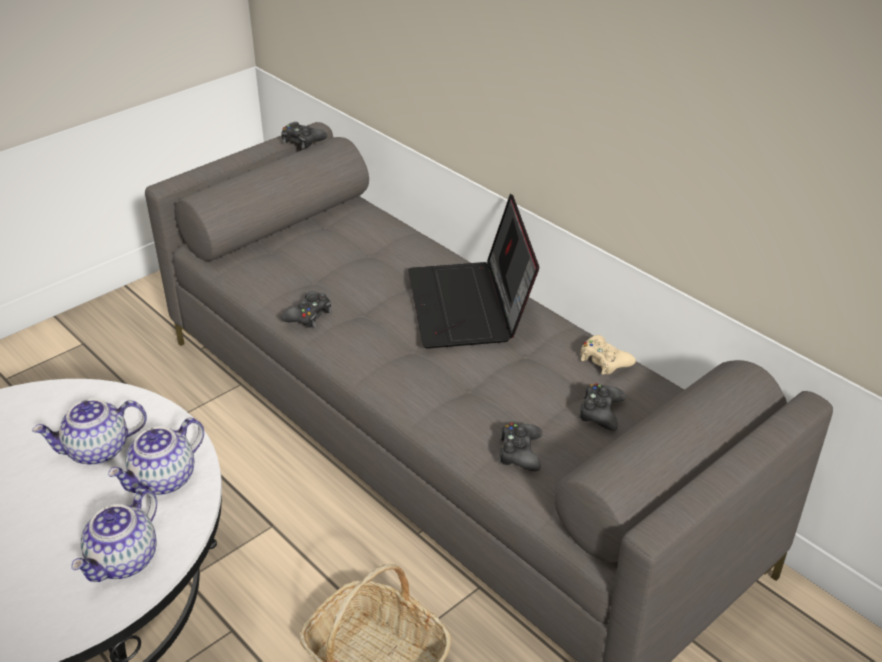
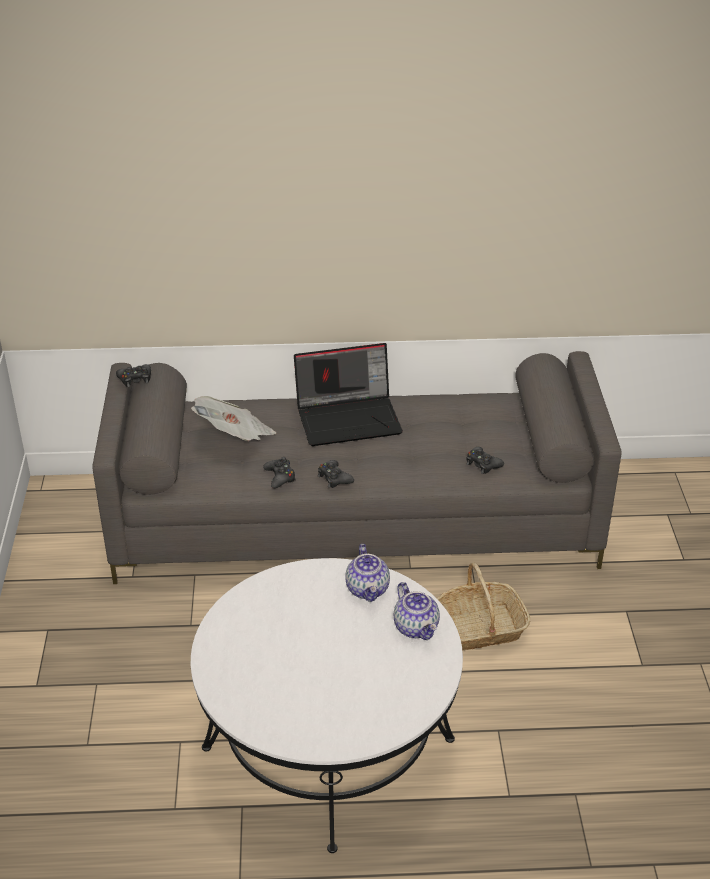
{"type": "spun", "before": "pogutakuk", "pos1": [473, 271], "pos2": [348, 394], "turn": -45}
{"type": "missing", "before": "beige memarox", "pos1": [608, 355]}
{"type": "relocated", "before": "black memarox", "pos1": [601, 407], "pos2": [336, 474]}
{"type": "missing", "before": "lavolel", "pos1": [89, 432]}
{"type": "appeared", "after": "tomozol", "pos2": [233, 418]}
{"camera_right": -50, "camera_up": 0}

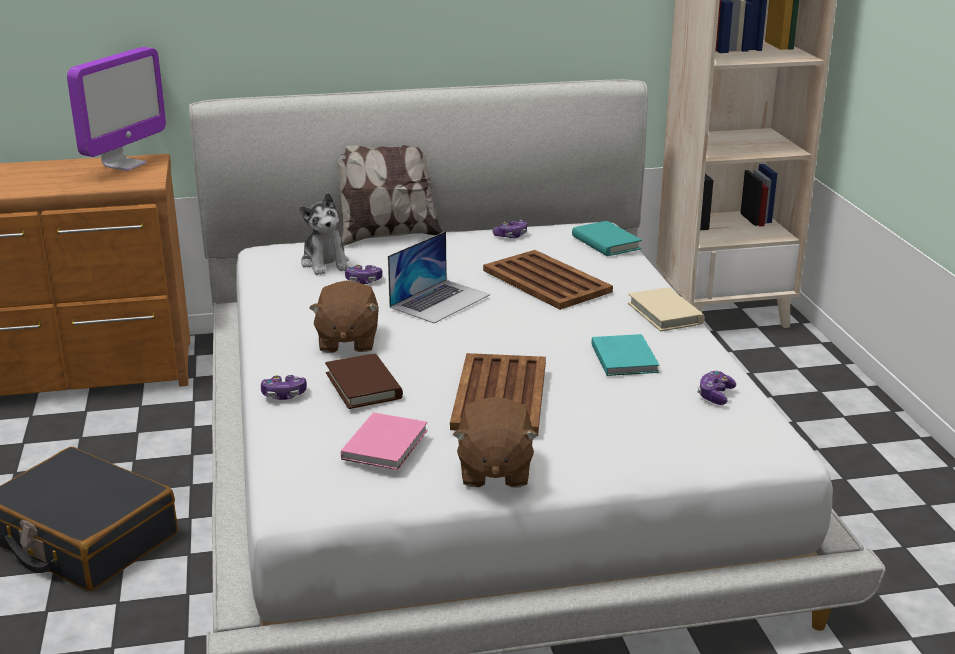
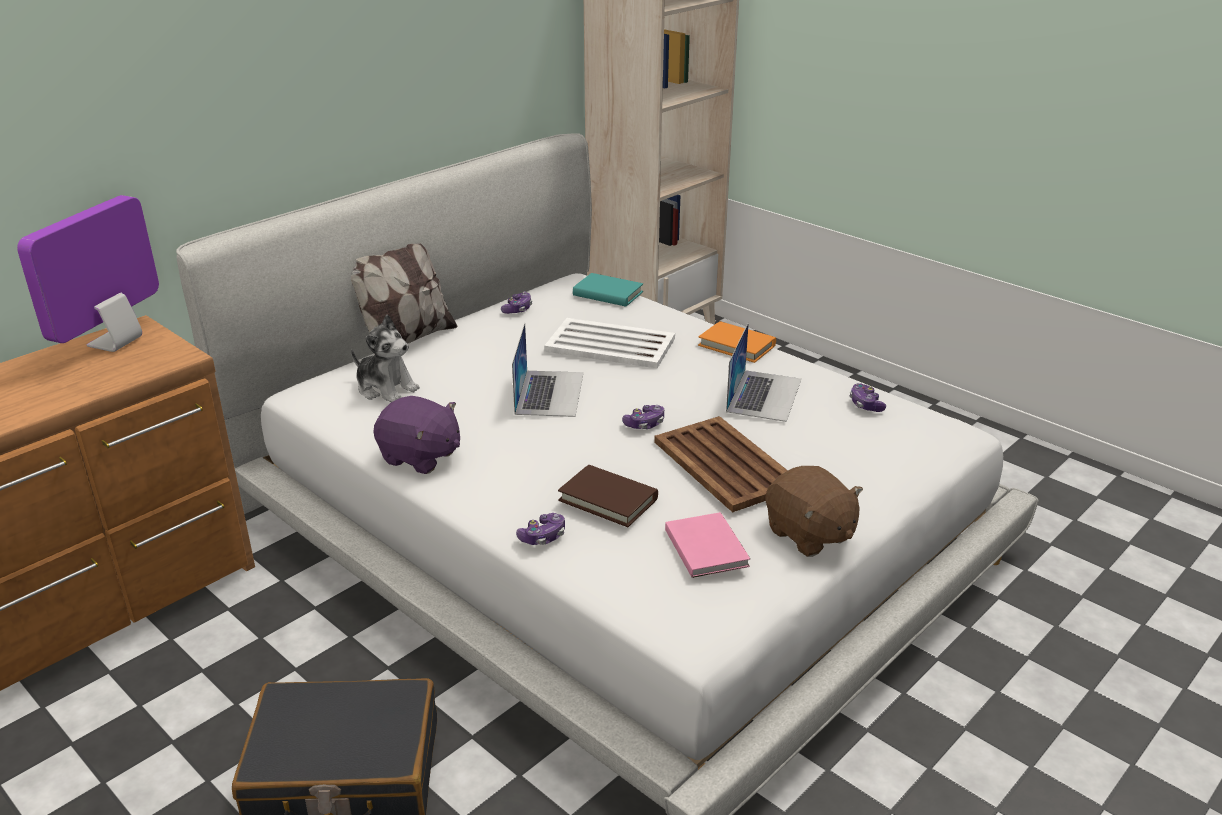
{"type": "spun", "before": "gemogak", "pos1": [116, 109], "pos2": [88, 273], "turn": -150}
{"type": "colour", "before": "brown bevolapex", "after": "white bevolapex", "pos1": [548, 280], "pos2": [609, 343]}
{"type": "relocated", "before": "memarox", "pos1": [364, 274], "pos2": [643, 417]}
{"type": "missing", "before": "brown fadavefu", "pos1": [344, 316]}
{"type": "colour", "before": "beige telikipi", "after": "orange telikipi", "pos1": [666, 309], "pos2": [737, 342]}
{"type": "exchanged", "before": "turquoise telikipi", "after": "pogutakuk", "pos1": [625, 355], "pos2": [763, 372]}
{"type": "appeared", "after": "purple fadavefu", "pos2": [416, 435]}
{"camera_right": -35, "camera_up": 5}

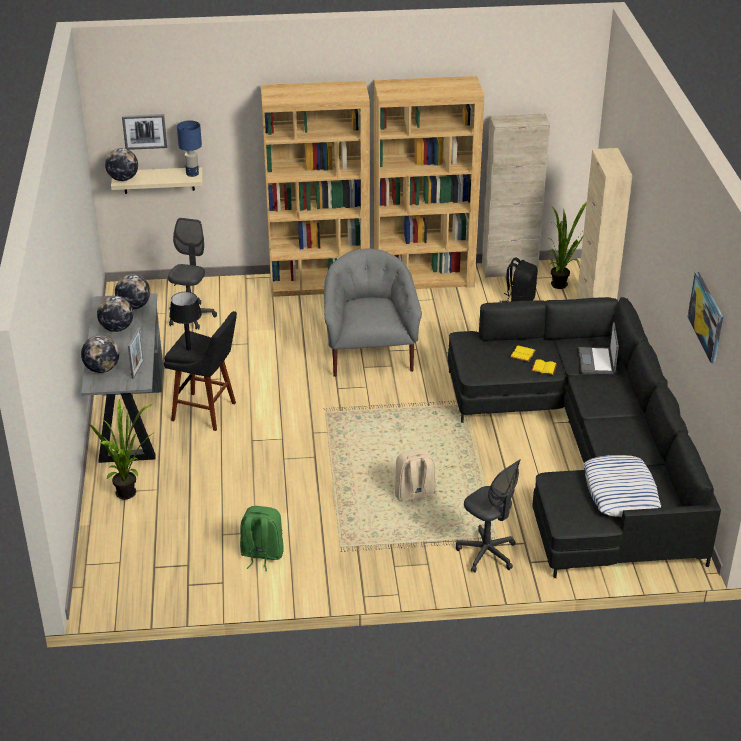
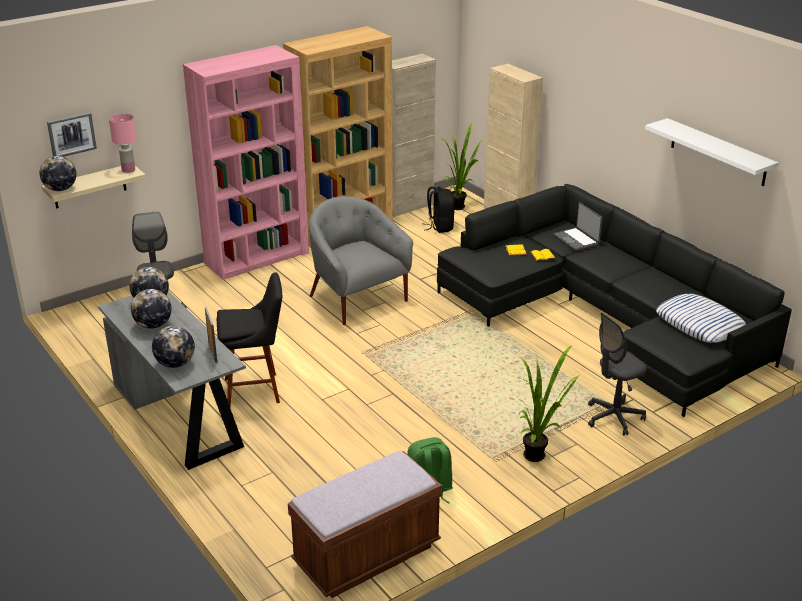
{"type": "colour", "before": "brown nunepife", "after": "pink nunepife", "pos1": [315, 189], "pos2": [246, 162]}
{"type": "colour", "before": "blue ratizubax", "after": "pink ratizubax", "pos1": [189, 148], "pos2": [123, 143]}
{"type": "exchanged", "before": "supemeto", "after": "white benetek", "pos1": [705, 317], "pos2": [711, 152]}
{"type": "missing", "before": "black ratizubax", "pos1": [185, 321]}
{"type": "relocated", "before": "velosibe", "pos1": [120, 449], "pos2": [549, 403]}
{"type": "missing", "before": "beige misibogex", "pos1": [415, 480]}
{"type": "spun", "before": "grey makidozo", "pos1": [488, 516], "pos2": [617, 374], "turn": 135}
{"type": "appeared", "after": "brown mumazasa", "pos2": [365, 524]}
{"camera_right": -30, "camera_up": -5}

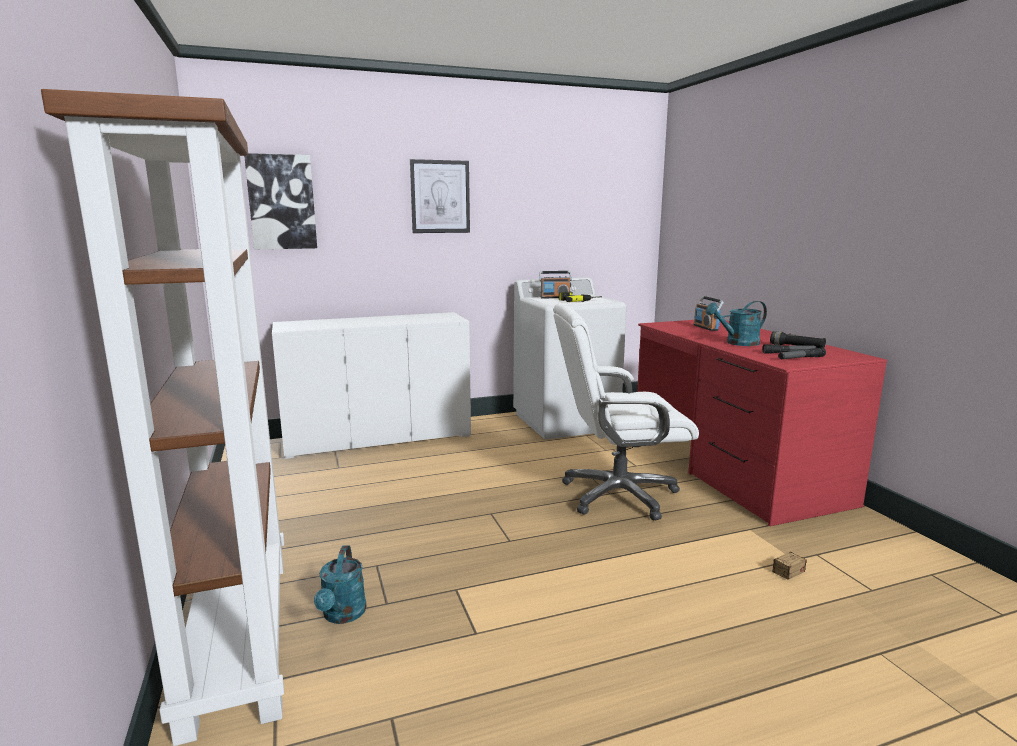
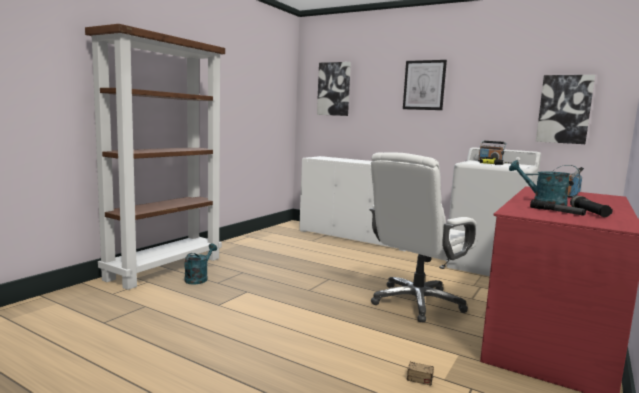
{"type": "spun", "before": "white makidozo", "pos1": [626, 412], "pos2": [423, 237], "turn": -90}
{"type": "missing", "before": "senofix", "pos1": [802, 353]}
{"type": "spun", "before": "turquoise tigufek", "pos1": [340, 585], "pos2": [200, 263], "turn": 150}
{"type": "appeared", "after": "supemeto", "pos2": [565, 109]}
{"camera_right": 50, "camera_up": -5}

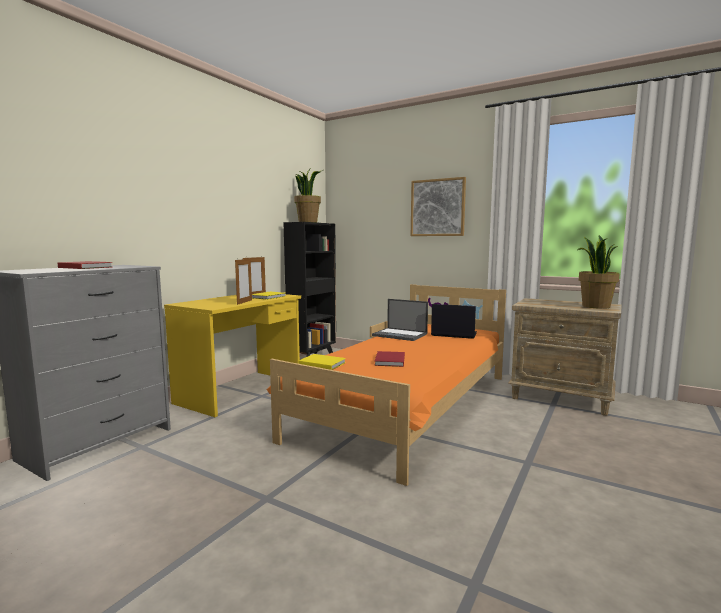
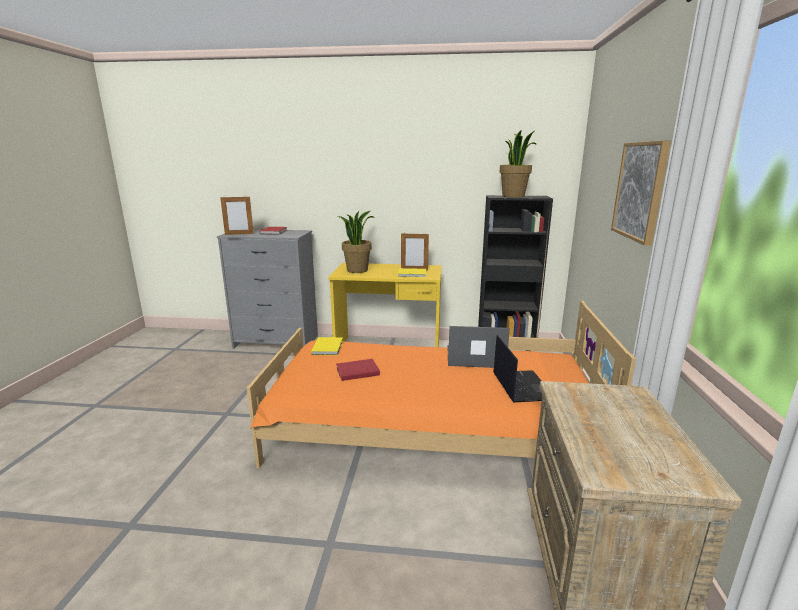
{"type": "relocated", "before": "velosibe", "pos1": [598, 272], "pos2": [356, 242]}
{"type": "relocated", "before": "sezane", "pos1": [243, 281], "pos2": [237, 215]}
{"type": "spun", "before": "pogutakuk", "pos1": [400, 320], "pos2": [479, 347], "turn": 90}
{"camera_right": 65, "camera_up": 10}

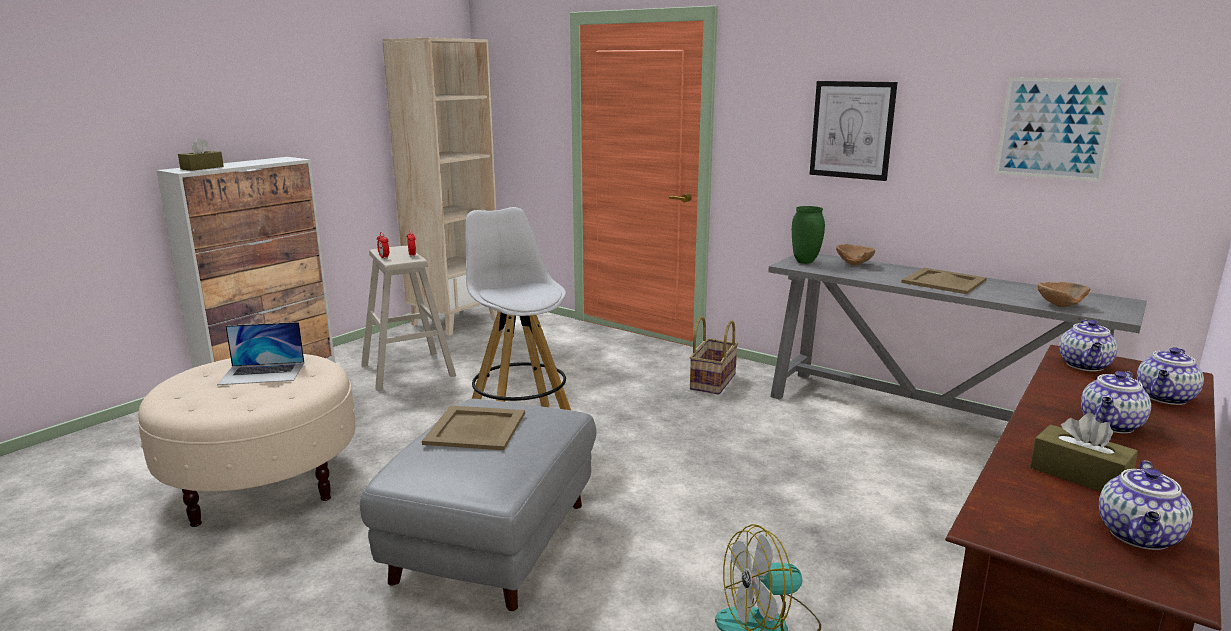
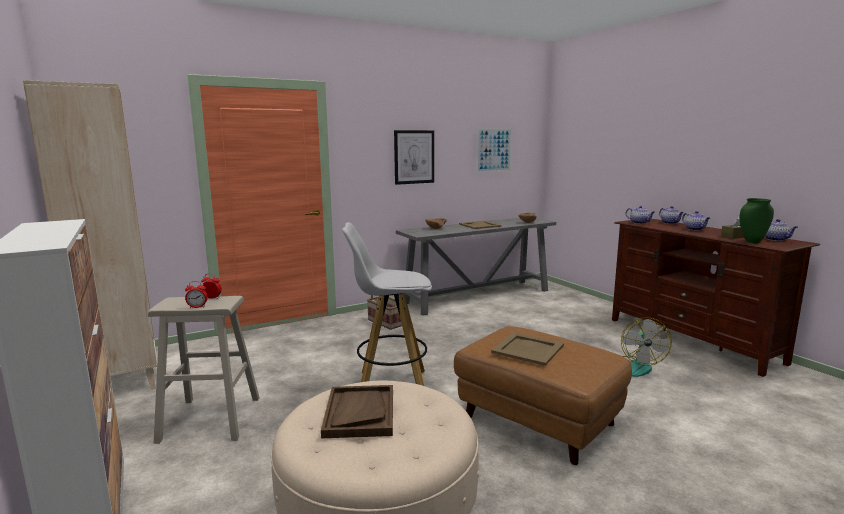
{"type": "missing", "before": "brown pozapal", "pos1": [201, 154]}
{"type": "relocated", "before": "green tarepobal", "pos1": [808, 235], "pos2": [757, 220]}
{"type": "exchanged", "before": "pogutakuk", "after": "brown bevolapex", "pos1": [260, 353], "pos2": [357, 411]}
{"type": "colour", "before": "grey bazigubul", "after": "brown bazigubul", "pos1": [478, 505], "pos2": [543, 395]}
{"camera_right": -65, "camera_up": -5}

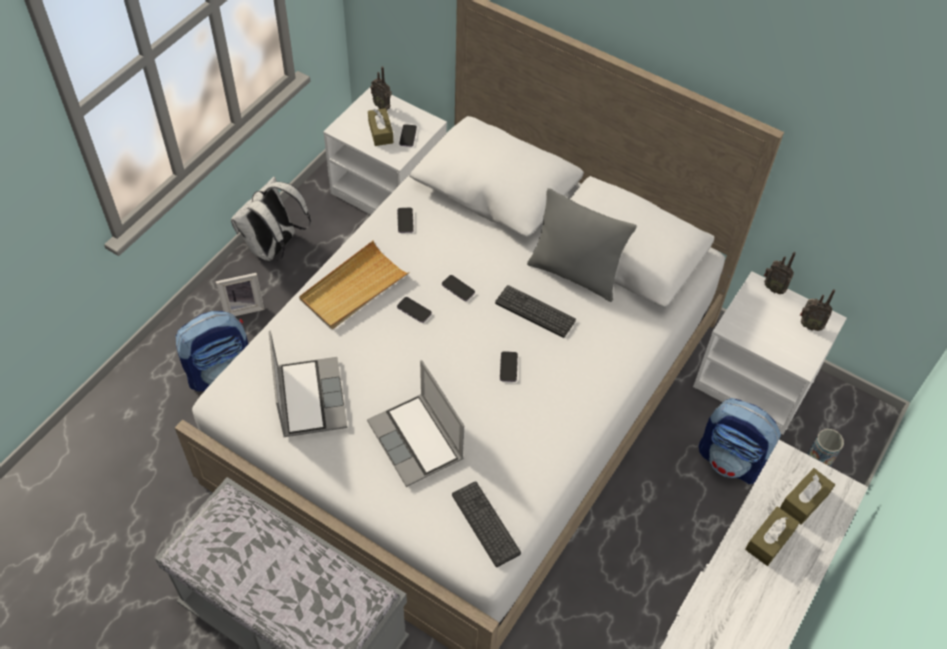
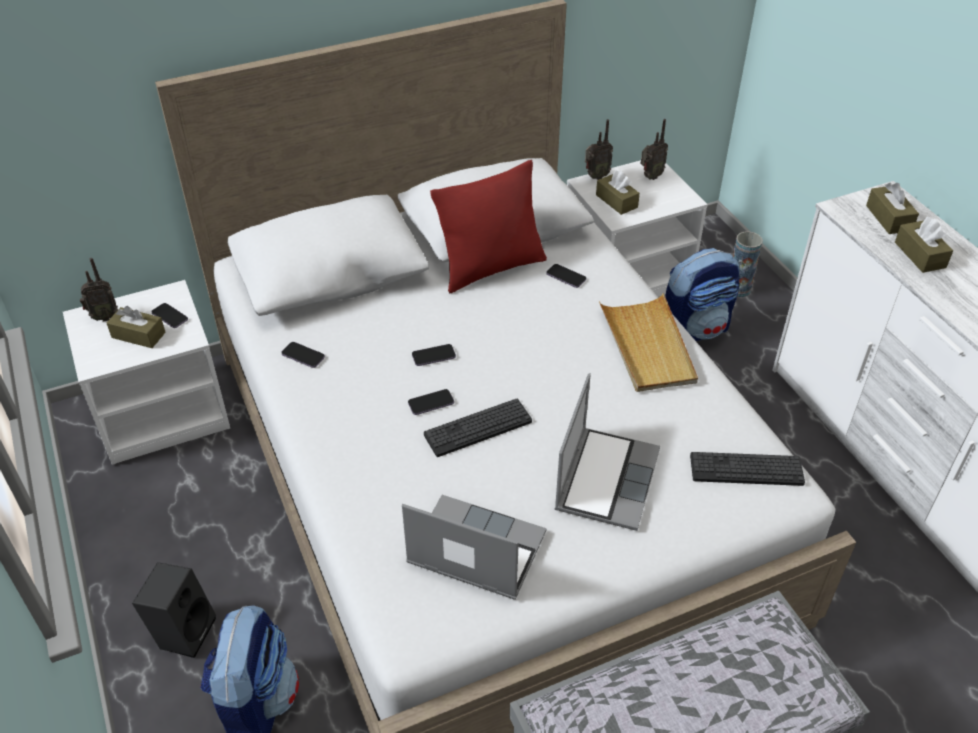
{"type": "missing", "before": "white misibogex", "pos1": [271, 218]}
{"type": "colour", "before": "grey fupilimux", "after": "red fupilimux", "pos1": [582, 245], "pos2": [488, 226]}
{"type": "relocated", "before": "beige bevolapex", "pos1": [354, 285], "pos2": [648, 342]}
{"type": "exchanged", "before": "sezane", "after": "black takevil", "pos1": [240, 294], "pos2": [174, 610]}
{"type": "relocated", "before": "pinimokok", "pos1": [535, 311], "pos2": [478, 428]}
{"type": "relocated", "before": "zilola", "pos1": [509, 366], "pos2": [566, 276]}
{"type": "spun", "before": "pogutakuk", "pos1": [415, 423], "pos2": [607, 452], "turn": -75}
{"type": "appeared", "after": "brown pozapal", "pos2": [618, 192]}
{"camera_right": -55, "camera_up": -10}

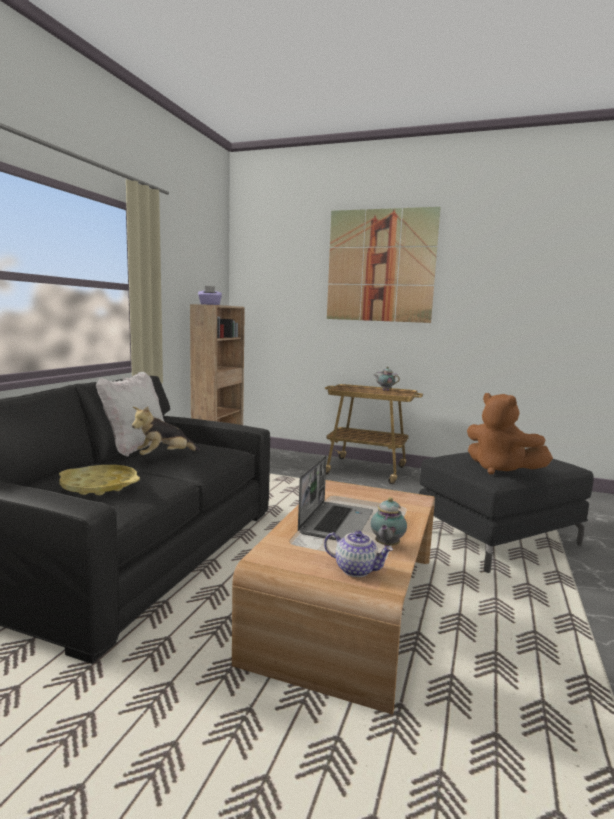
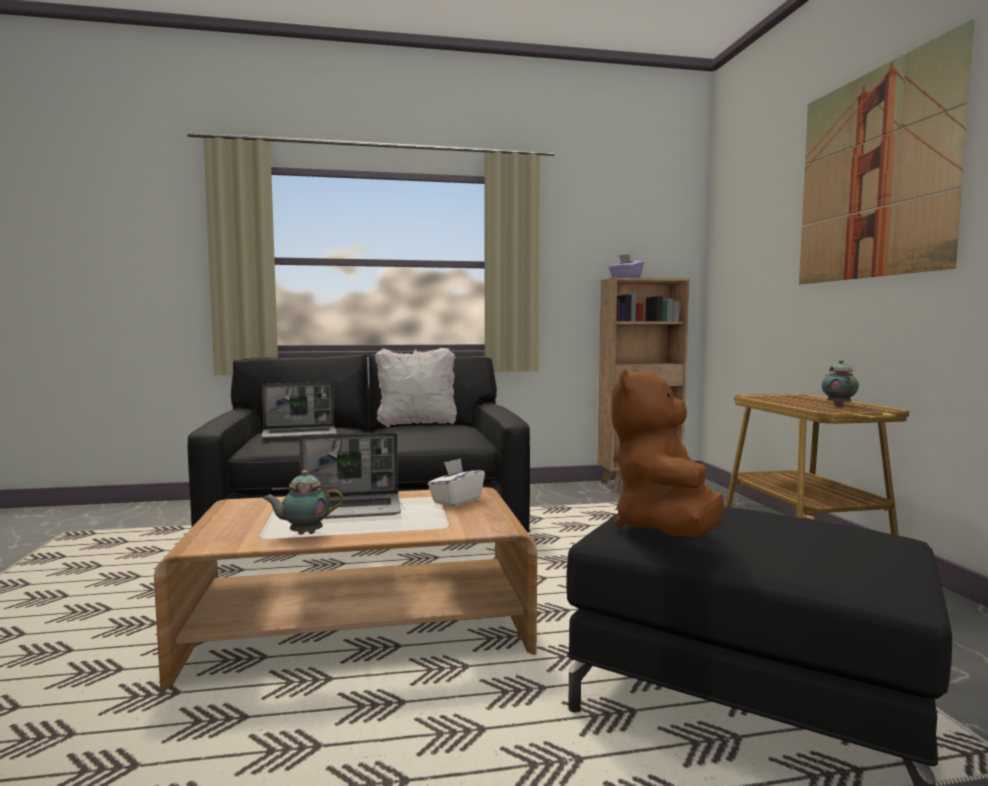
{"type": "missing", "before": "fadavefu", "pos1": [166, 431]}
{"type": "exchanged", "before": "yellow bevolapex", "after": "pogutakuk", "pos1": [99, 480], "pos2": [299, 410]}
{"type": "missing", "before": "lavolel", "pos1": [358, 554]}
{"type": "appeared", "after": "white pozapal", "pos2": [456, 482]}
{"camera_right": 60, "camera_up": -5}

